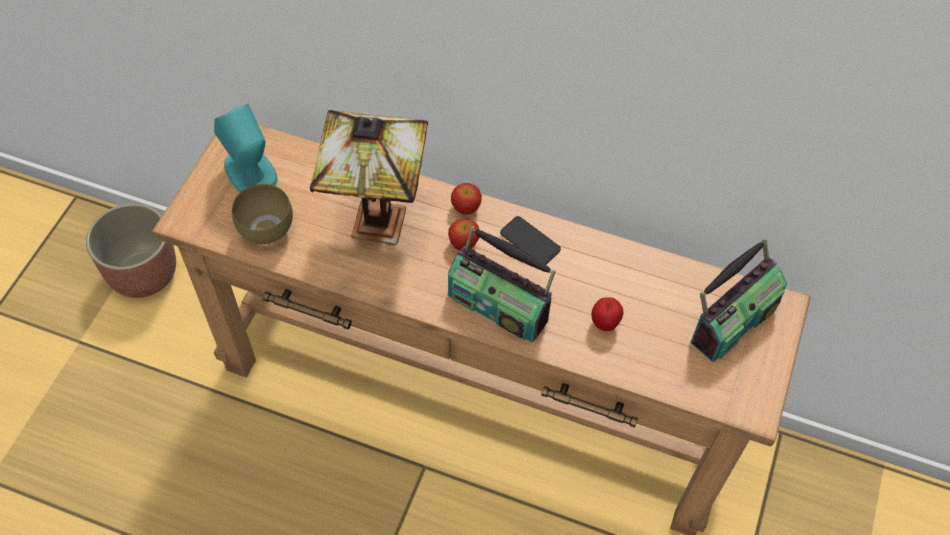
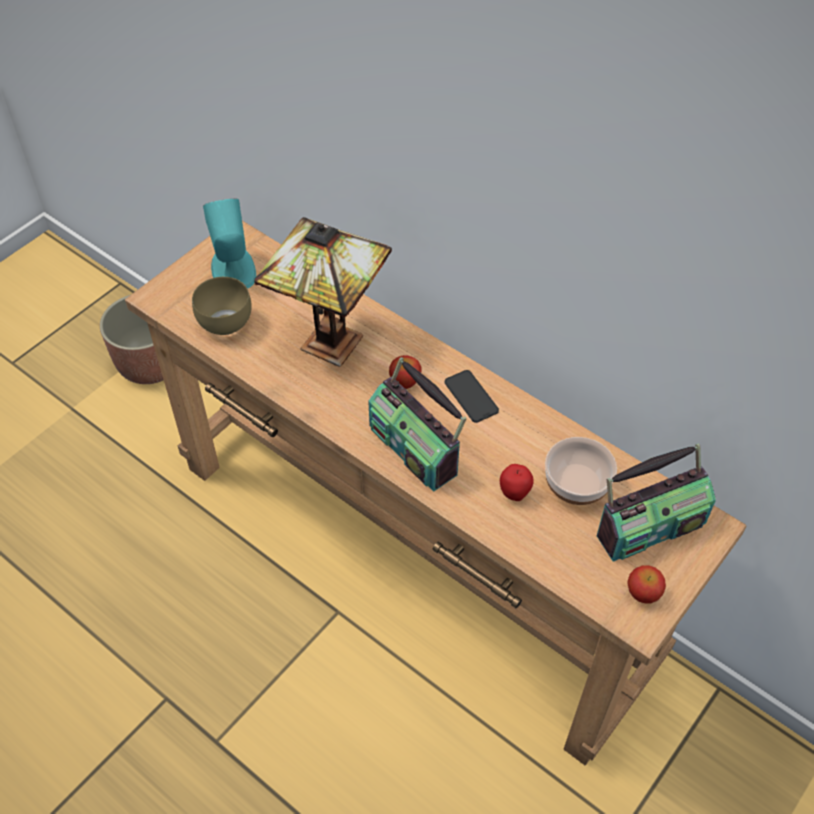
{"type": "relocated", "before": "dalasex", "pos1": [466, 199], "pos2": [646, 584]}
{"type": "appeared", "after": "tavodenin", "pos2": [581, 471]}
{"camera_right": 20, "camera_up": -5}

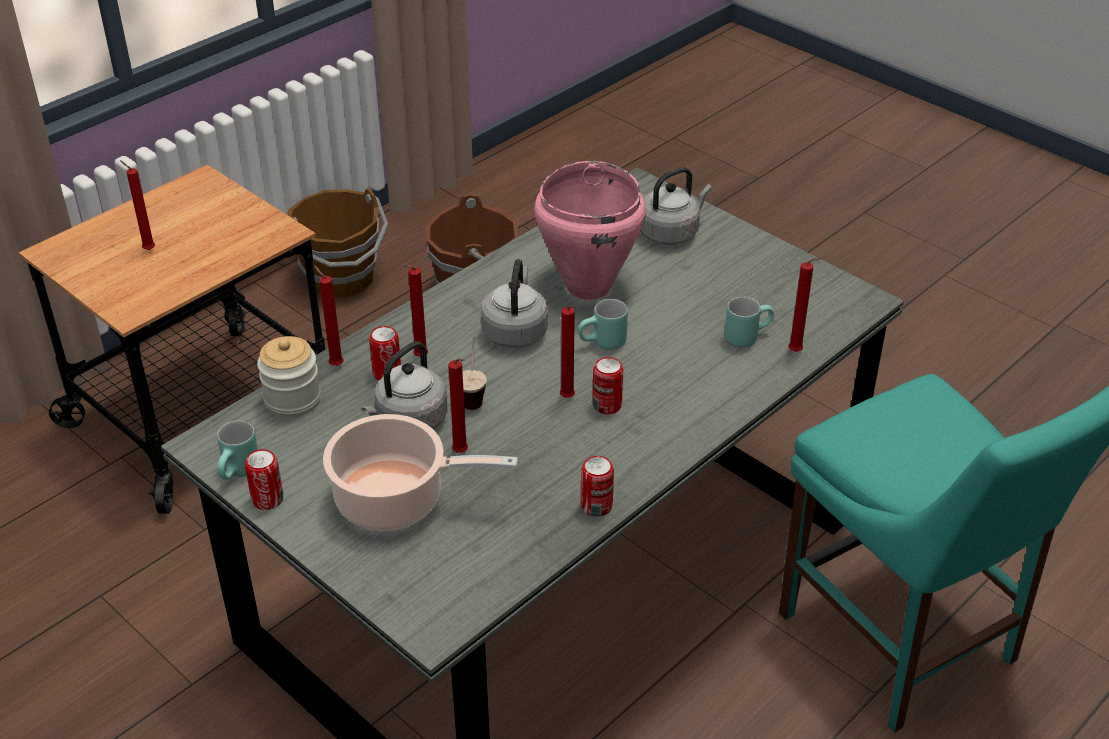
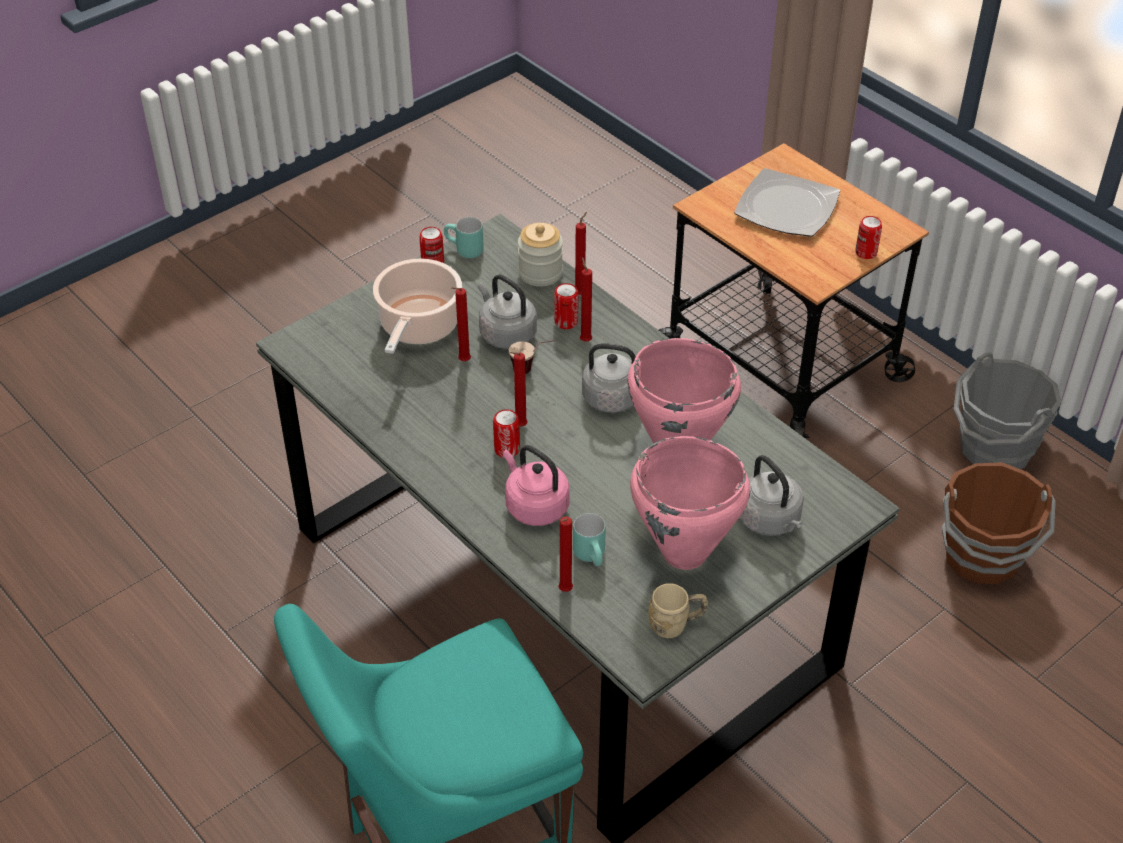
{"type": "exchanged", "before": "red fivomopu", "after": "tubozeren", "pos1": [137, 205], "pos2": [787, 202]}
{"type": "colour", "before": "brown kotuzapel", "after": "grey kotuzapel", "pos1": [338, 243], "pos2": [1008, 410]}
{"type": "missing", "before": "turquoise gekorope", "pos1": [603, 324]}
{"type": "relocated", "before": "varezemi", "pos1": [597, 486], "pos2": [869, 237]}
{"type": "appeared", "after": "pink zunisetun", "pos2": [690, 503]}
{"type": "appeared", "after": "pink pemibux", "pos2": [536, 485]}
{"type": "appeared", "after": "beige gekorope", "pos2": [678, 610]}
{"camera_right": 95, "camera_up": 5}

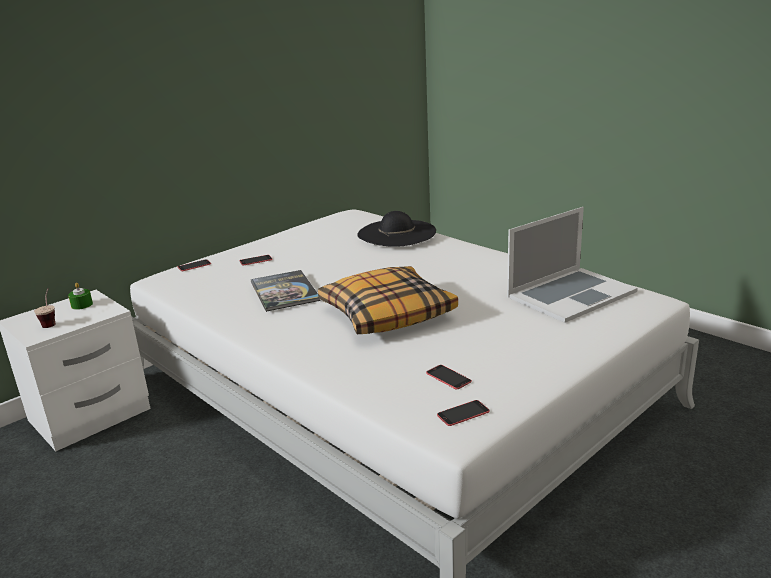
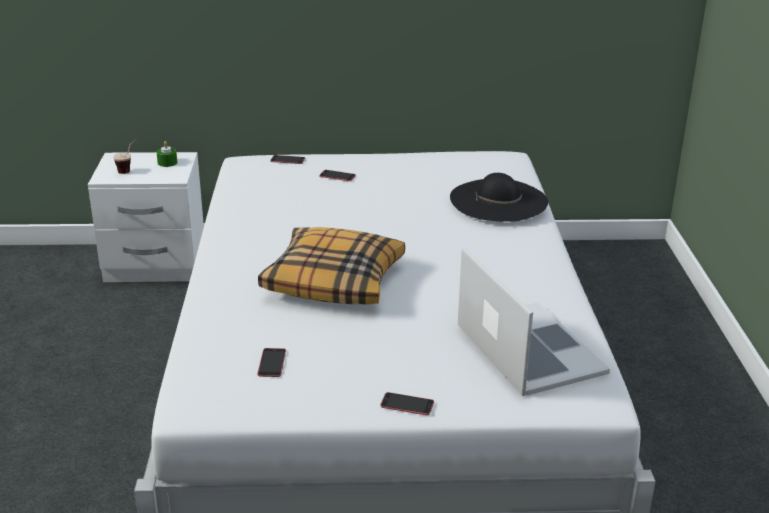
{"type": "spun", "before": "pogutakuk", "pos1": [572, 265], "pos2": [534, 321], "turn": -120}
{"type": "missing", "before": "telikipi", "pos1": [286, 291]}
{"type": "relocated", "before": "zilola", "pos1": [463, 413], "pos2": [407, 403]}
{"camera_right": 40, "camera_up": 5}

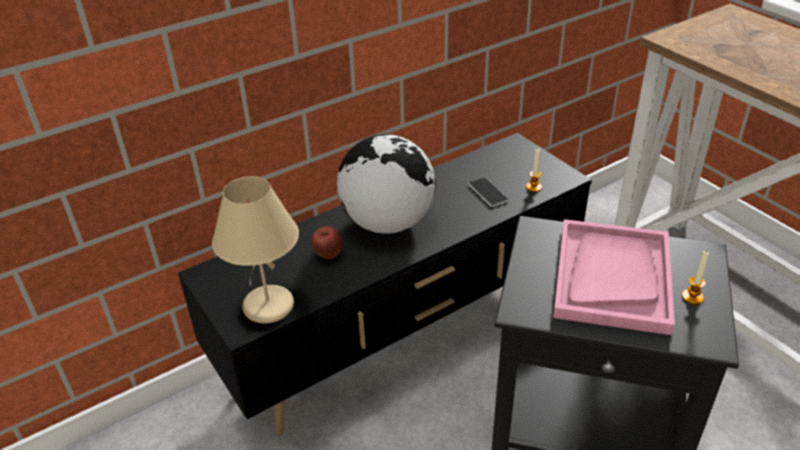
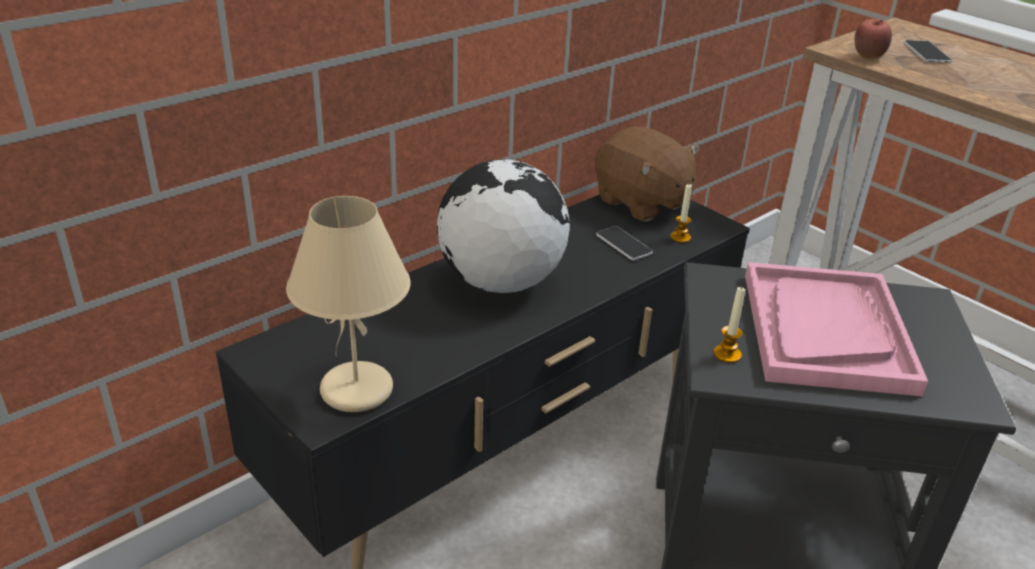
{"type": "relocated", "before": "dalasex", "pos1": [326, 242], "pos2": [873, 39]}
{"type": "relocated", "before": "fivomopu", "pos1": [695, 278], "pos2": [729, 324]}
{"type": "appeared", "after": "zilola", "pos2": [928, 51]}
{"type": "appeared", "after": "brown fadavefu", "pos2": [647, 174]}
{"camera_right": -10, "camera_up": -5}

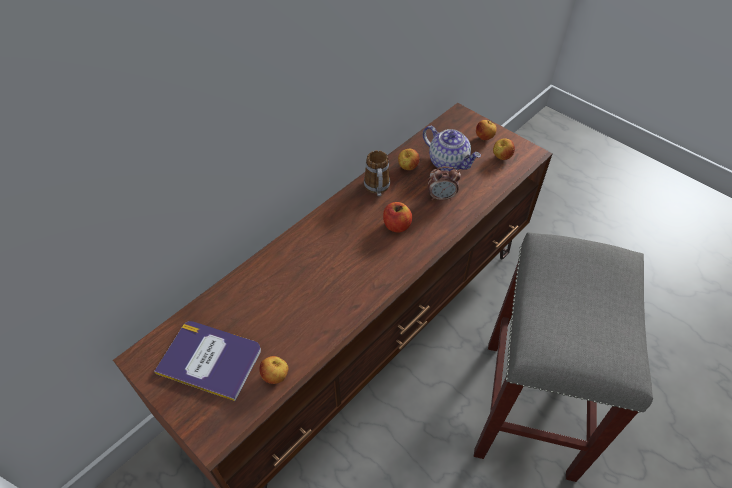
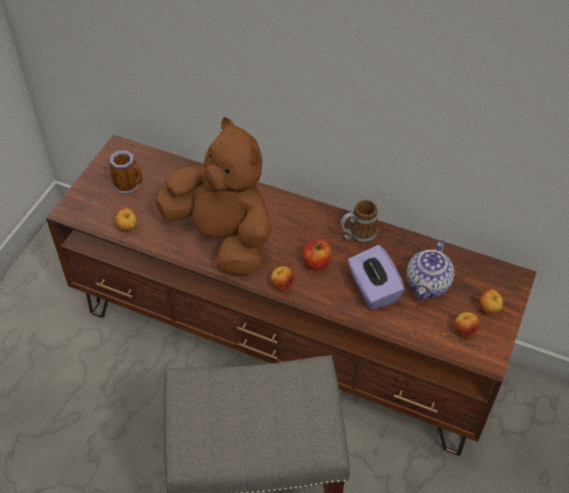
{"type": "relocated", "before": "dalasex", "pos1": [409, 159], "pos2": [282, 278]}
{"type": "exchanged", "before": "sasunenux", "after": "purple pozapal", "pos1": [444, 183], "pos2": [376, 277]}
{"type": "exchanged", "before": "telikipi", "after": "gekorope", "pos1": [207, 361], "pos2": [125, 172]}
{"type": "appeared", "after": "brown fadavefu", "pos2": [213, 196]}
{"camera_right": 70, "camera_up": 0}

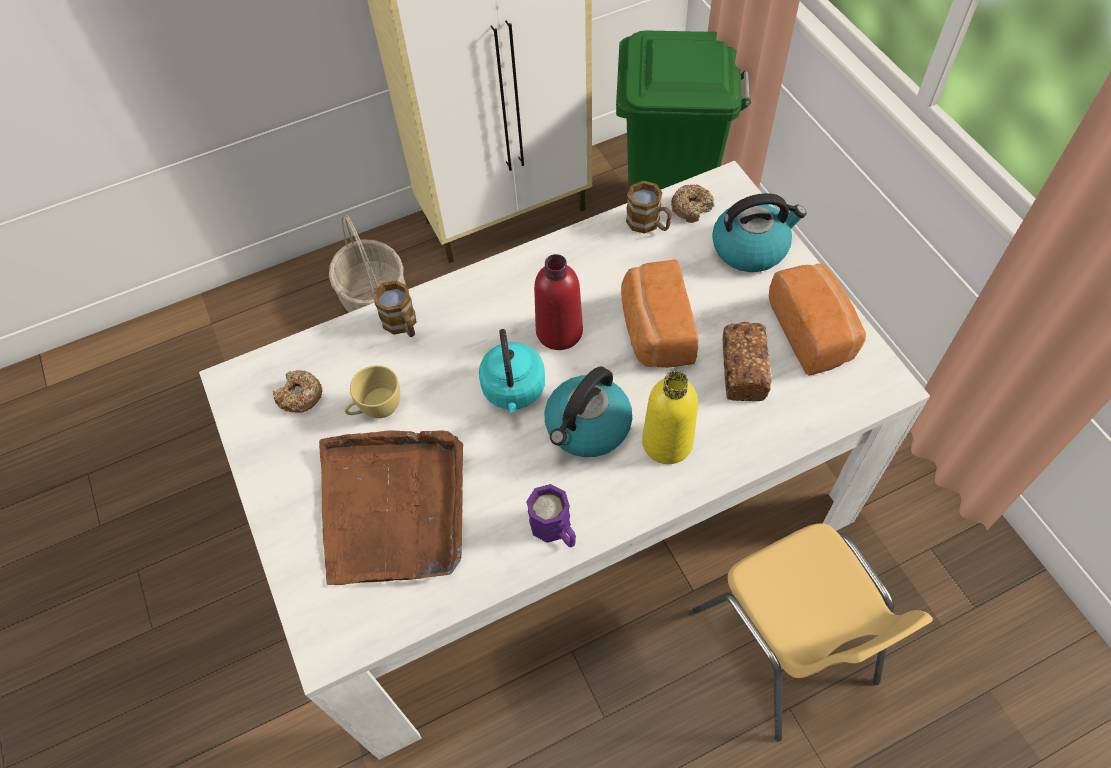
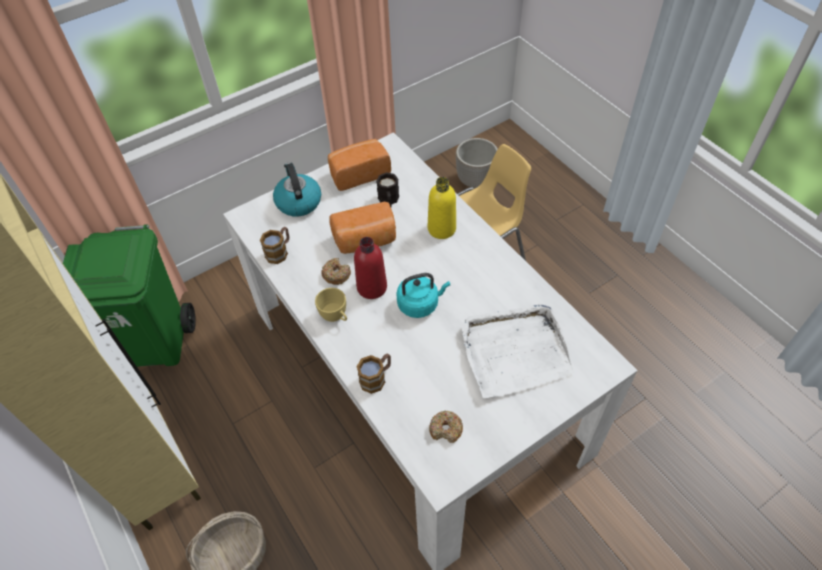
{"type": "relocated", "before": "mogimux", "pos1": [692, 204], "pos2": [336, 271]}
{"type": "exchanged", "before": "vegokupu", "after": "black gekorope", "pos1": [747, 361], "pos2": [387, 189]}
{"type": "relocated", "before": "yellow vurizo", "pos1": [372, 391], "pos2": [331, 305]}
{"type": "missing", "before": "pemibux", "pos1": [588, 411]}
{"type": "colour", "before": "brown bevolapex", "after": "white bevolapex", "pos1": [391, 508], "pos2": [517, 351]}
{"type": "missing", "before": "purple gekorope", "pos1": [551, 515]}
{"type": "appeared", "after": "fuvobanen", "pos2": [477, 163]}
{"camera_right": -100, "camera_up": -5}

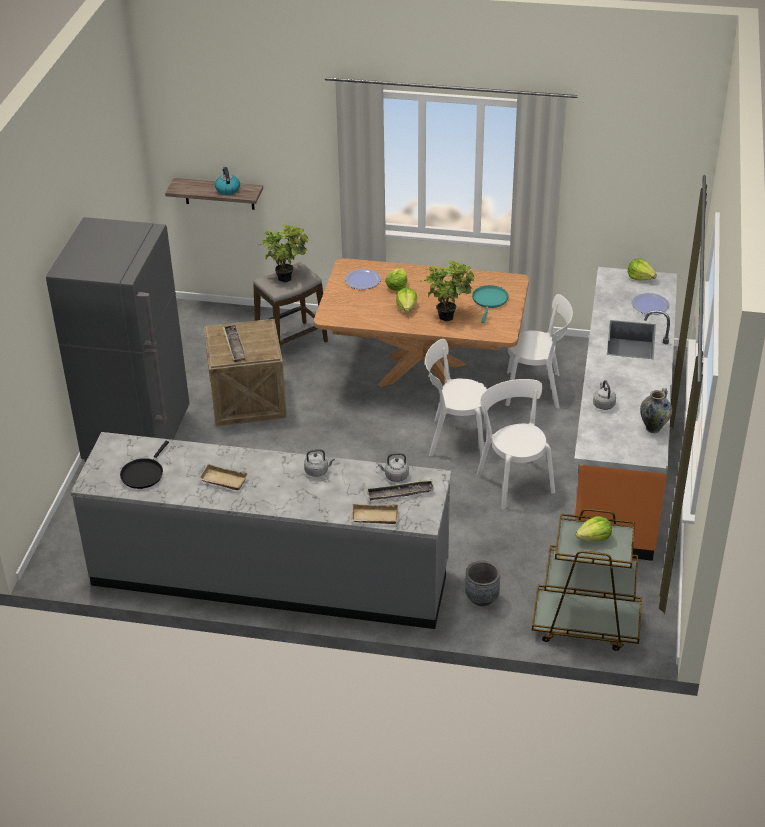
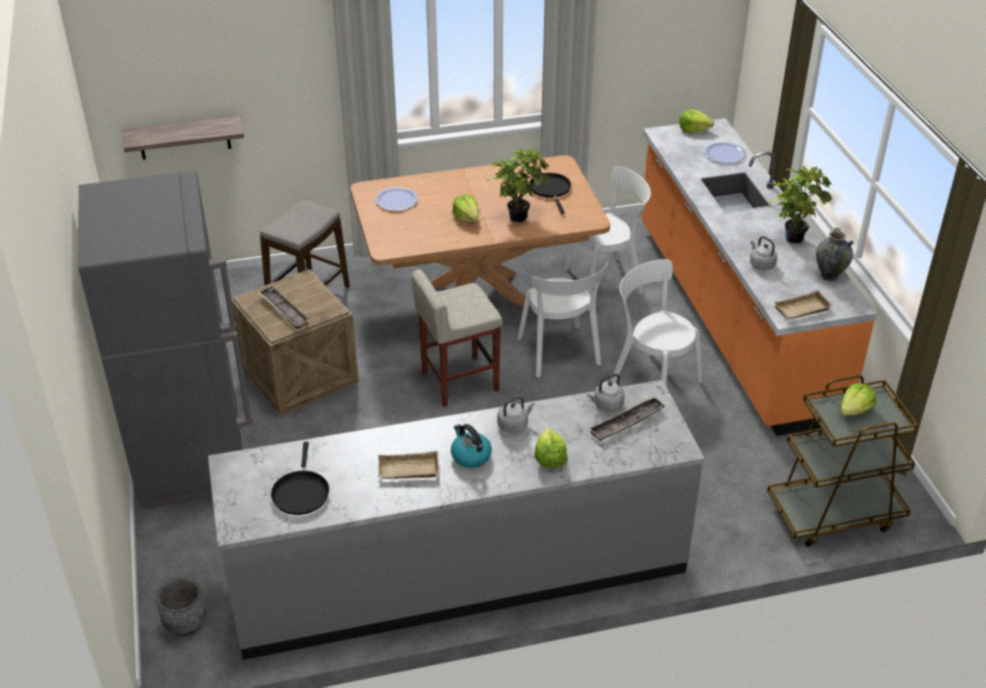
{"type": "relocated", "before": "pemibux", "pos1": [227, 181], "pos2": [471, 446]}
{"type": "relocated", "before": "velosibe", "pos1": [283, 252], "pos2": [800, 204]}
{"type": "relocated", "before": "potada", "pos1": [396, 279], "pos2": [551, 448]}
{"type": "colour", "before": "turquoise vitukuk", "after": "black vitukuk", "pos1": [490, 304], "pos2": [550, 193]}
{"type": "spun", "before": "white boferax", "pos1": [456, 399], "pos2": [563, 320], "turn": -90}
{"type": "relocated", "before": "beige bevolapex", "pos1": [375, 514], "pos2": [803, 305]}
{"type": "relocated", "before": "grey fuvobanen", "pos1": [482, 583], "pos2": [181, 606]}
{"type": "appeared", "after": "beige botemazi", "pos2": [457, 338]}
{"camera_right": -25, "camera_up": 0}

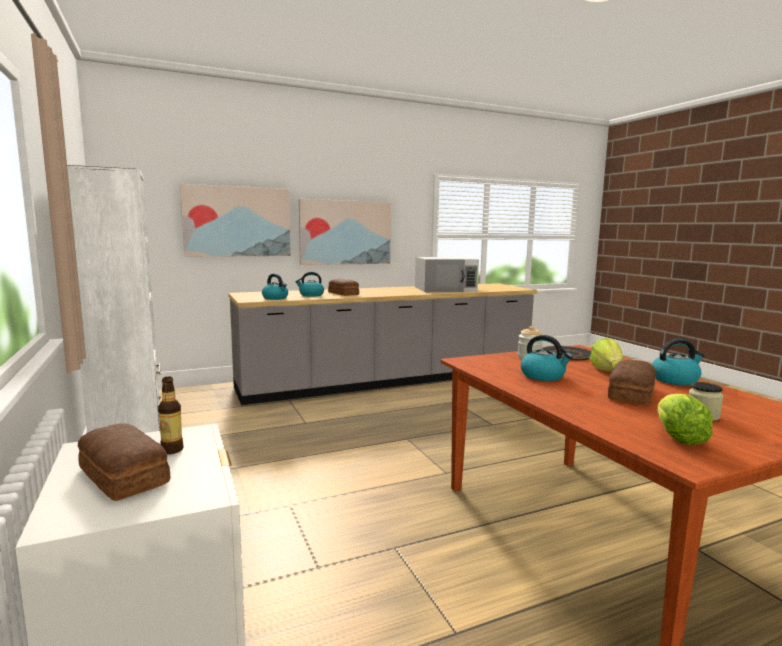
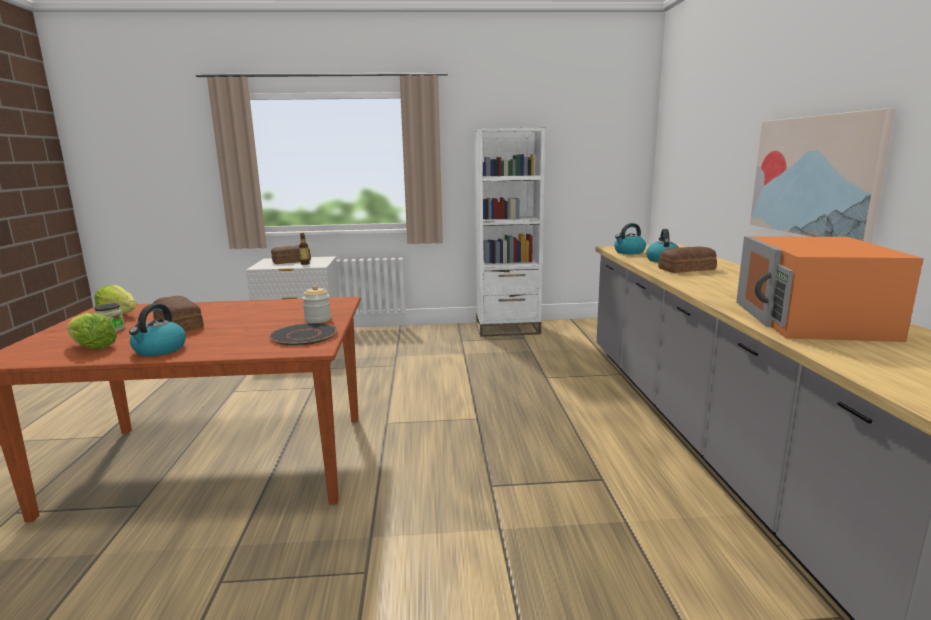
{"type": "missing", "before": "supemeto", "pos1": [235, 220]}
{"type": "colour", "before": "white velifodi", "after": "orange velifodi", "pos1": [447, 274], "pos2": [829, 289]}
{"type": "missing", "before": "pemibux", "pos1": [547, 358]}
{"type": "relocated", "before": "potada", "pos1": [606, 354], "pos2": [92, 331]}
{"camera_right": 110, "camera_up": 5}

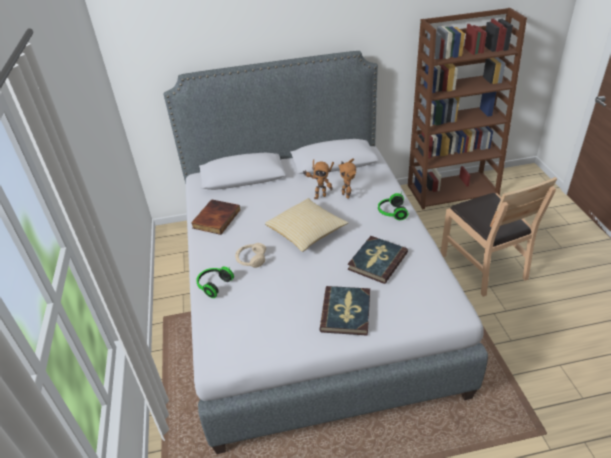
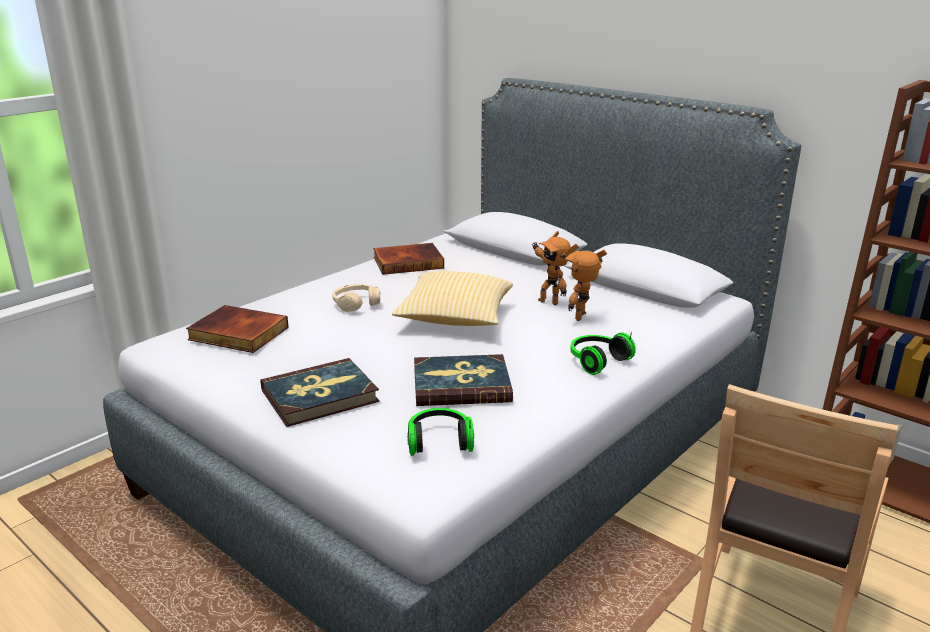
{"type": "relocated", "before": "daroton", "pos1": [215, 282], "pos2": [440, 432]}
{"type": "appeared", "after": "telikipi", "pos2": [237, 329]}
{"camera_right": 50, "camera_up": -15}

